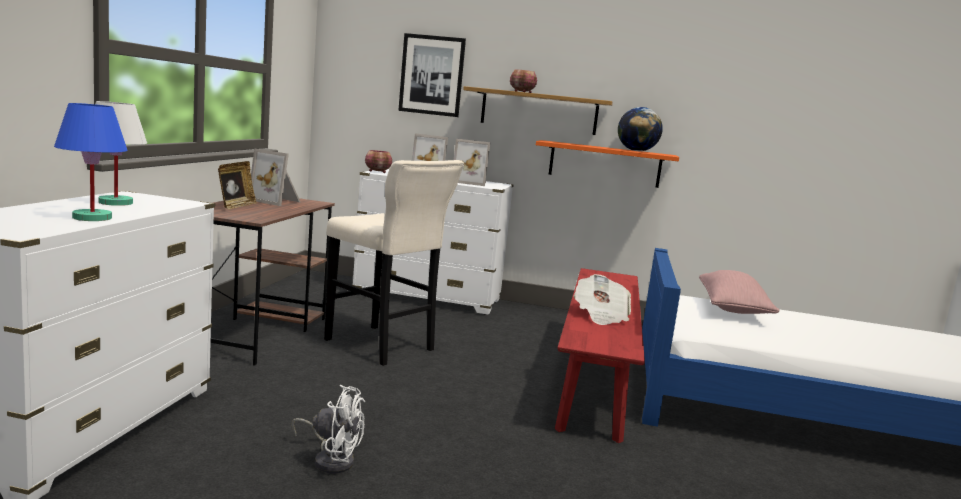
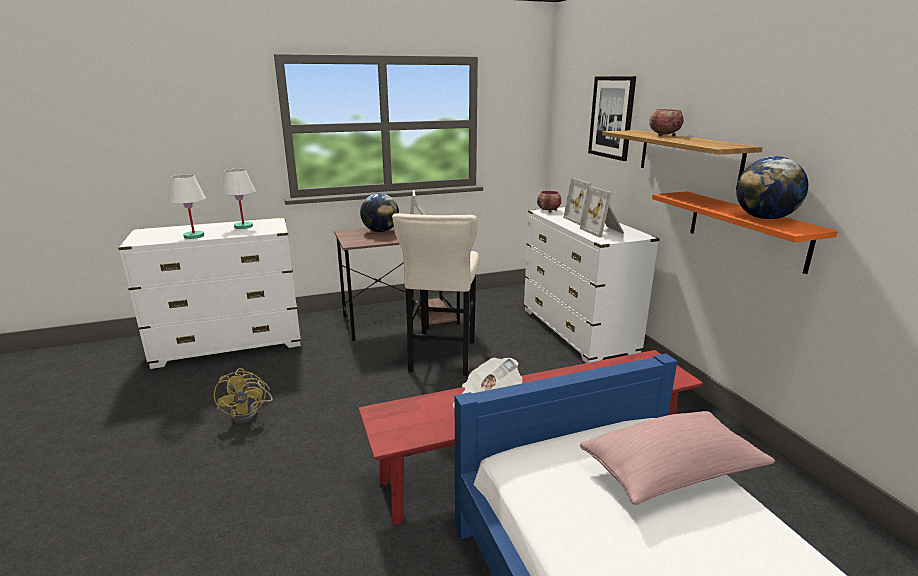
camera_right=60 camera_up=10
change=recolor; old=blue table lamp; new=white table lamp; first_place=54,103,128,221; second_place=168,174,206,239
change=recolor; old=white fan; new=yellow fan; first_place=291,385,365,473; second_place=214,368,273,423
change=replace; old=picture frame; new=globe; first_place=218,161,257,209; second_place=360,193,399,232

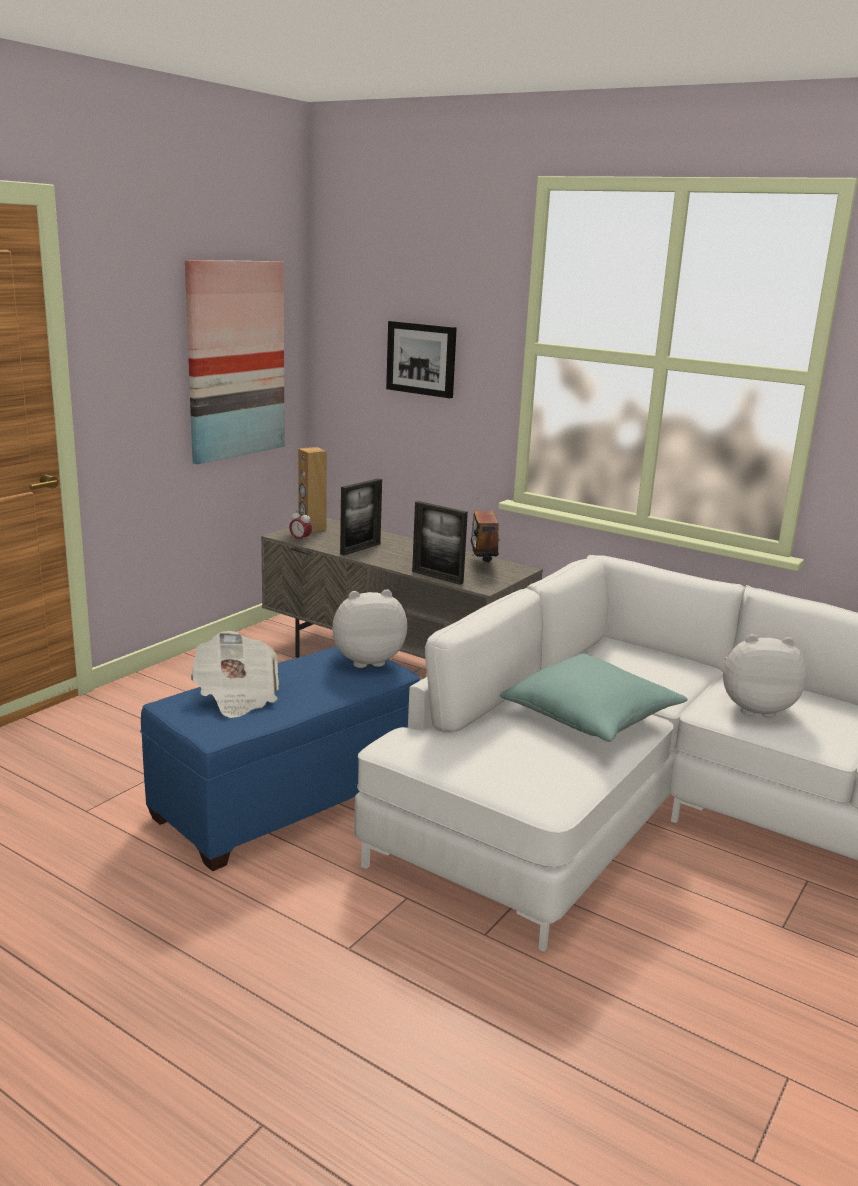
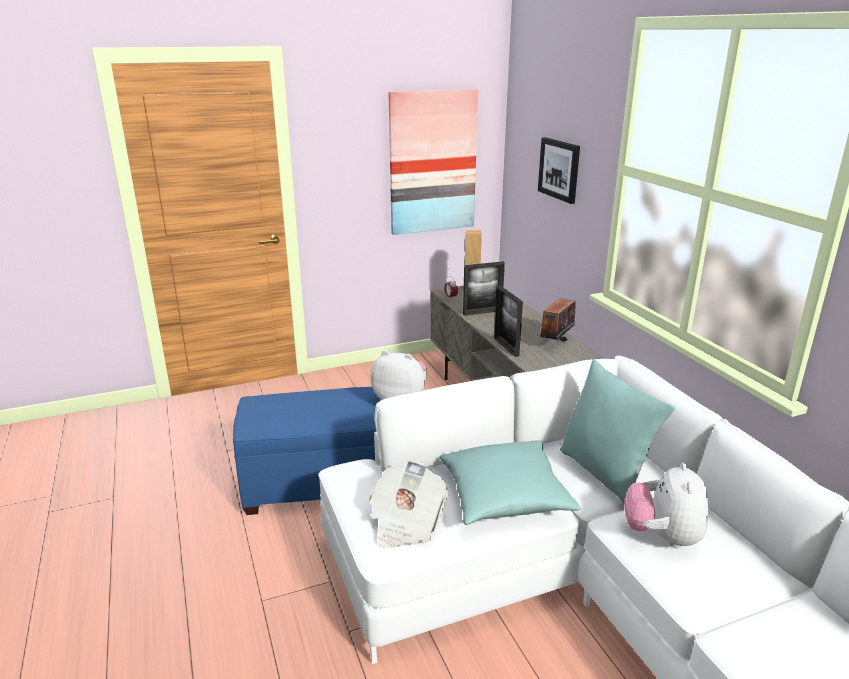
camera_right=35 camera_up=5
change=move; old=newspaper; first_place=190,631,279,718; second_place=369,460,448,548
change=insert; new=turquoise pillow; second_place=560,359,675,505
change=rotate; old=plush toy; first_place=723,634,807,718; second_place=625,463,708,548; degrees=-120

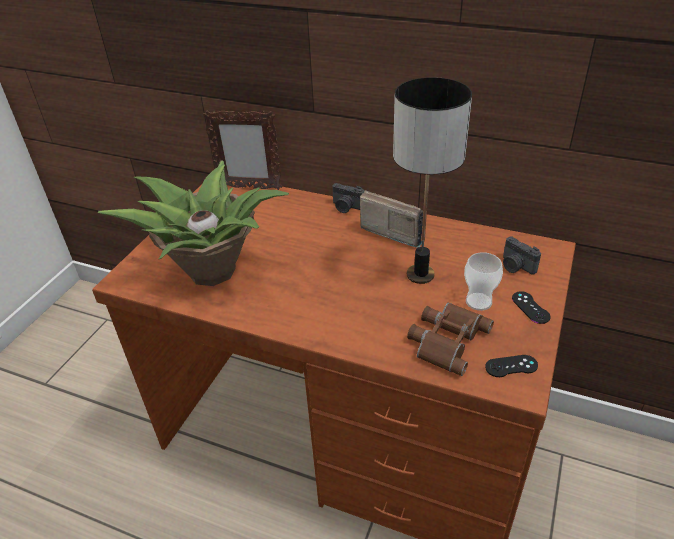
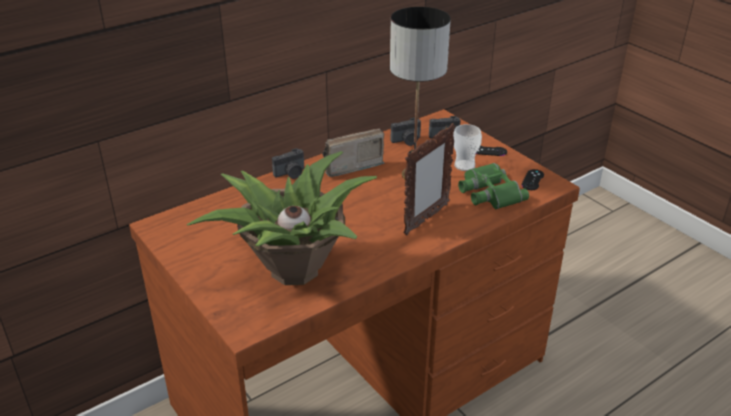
camera_right=-60 camera_up=-5
change=insert; new=photo camera; second_place=391,118,421,146
change=move; old=picture frame; first_place=203,111,282,190; second_place=404,123,455,235
change=recolor; old=brown binoculars; new=green binoculars; first_place=407,303,494,376; second_place=458,163,529,209

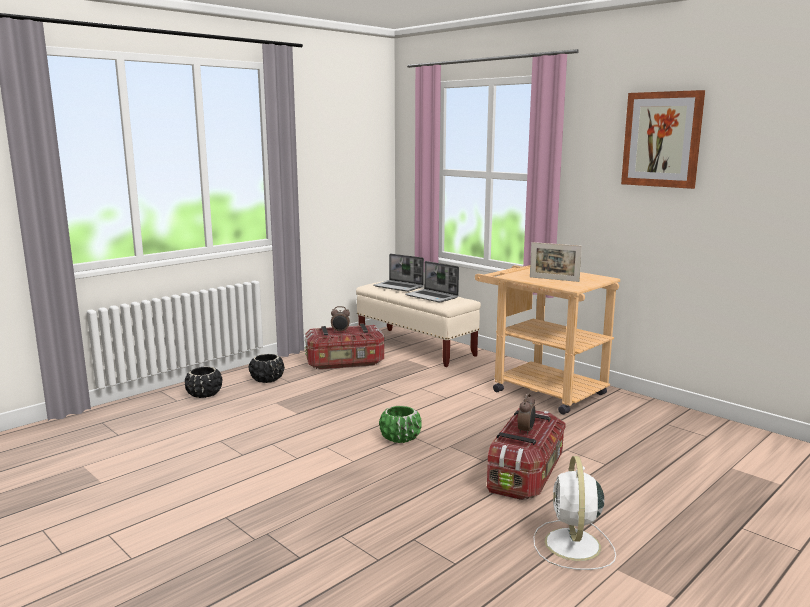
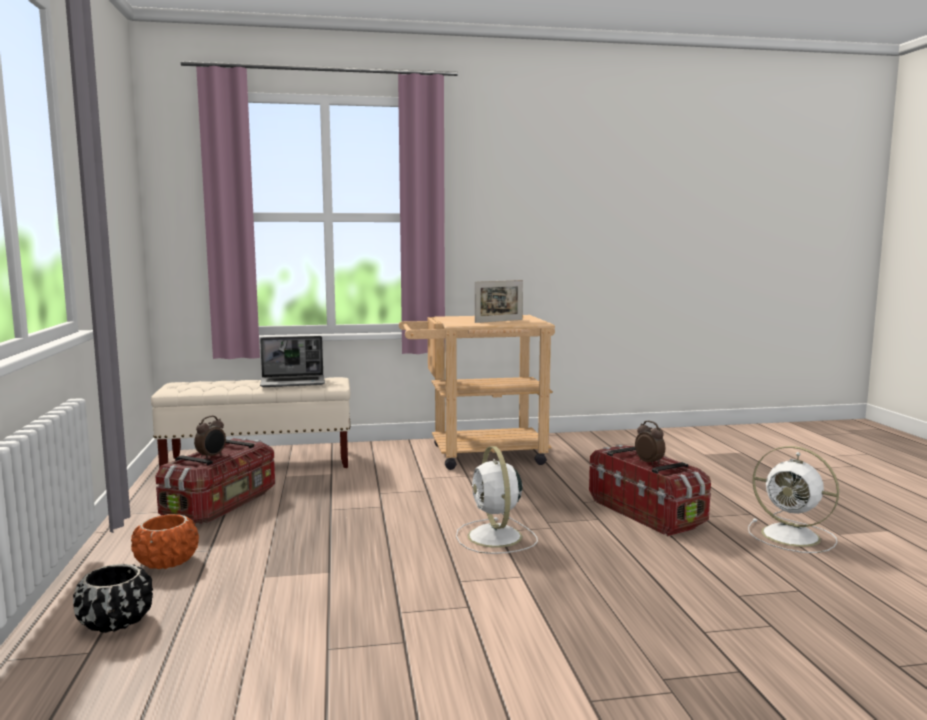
camera_right=-55 camera_up=-5
change=recolor; old=black planter; new=orange planter; first_place=249,354,285,383; second_place=131,514,199,569
change=replace; old=green planter; new=white fan; first_place=379,406,422,443; second_place=456,446,538,554
change=delete; old=laptop; first_place=373,254,424,292
change=delete; old=picture; first_place=621,90,705,189

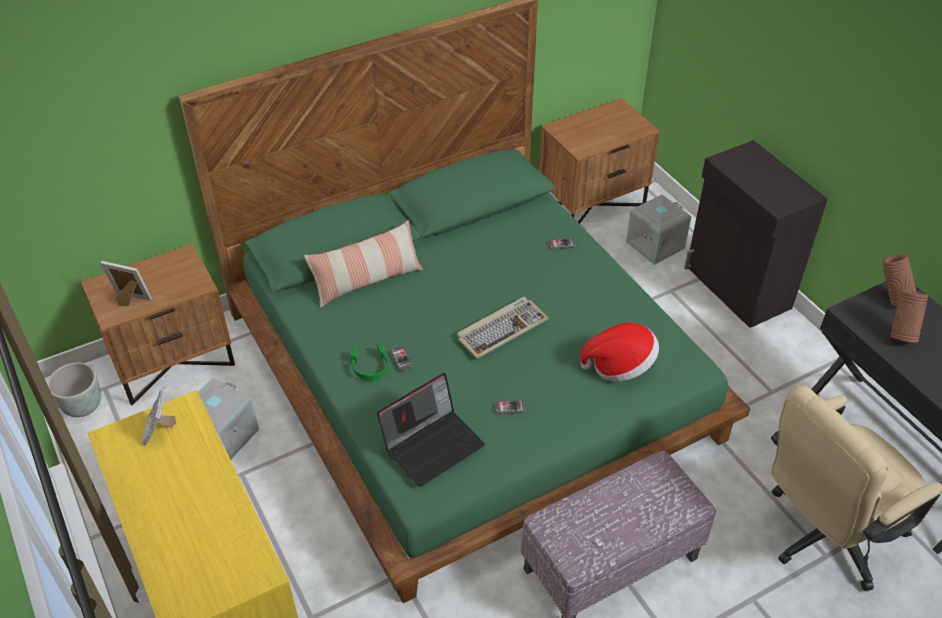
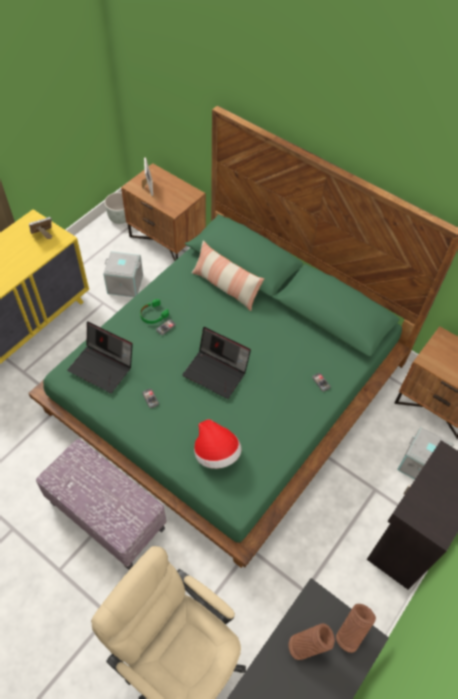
camera_right=65 camera_up=10
change=replace; old=keyboard; new=laptop; first_place=457,297,549,359; second_place=182,327,251,399

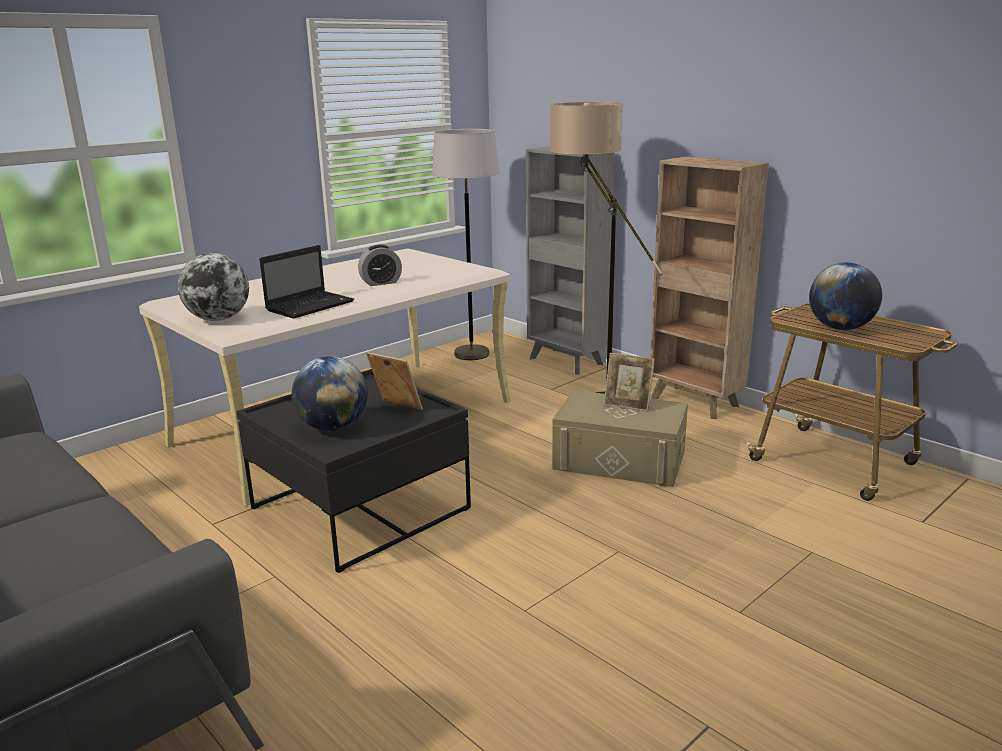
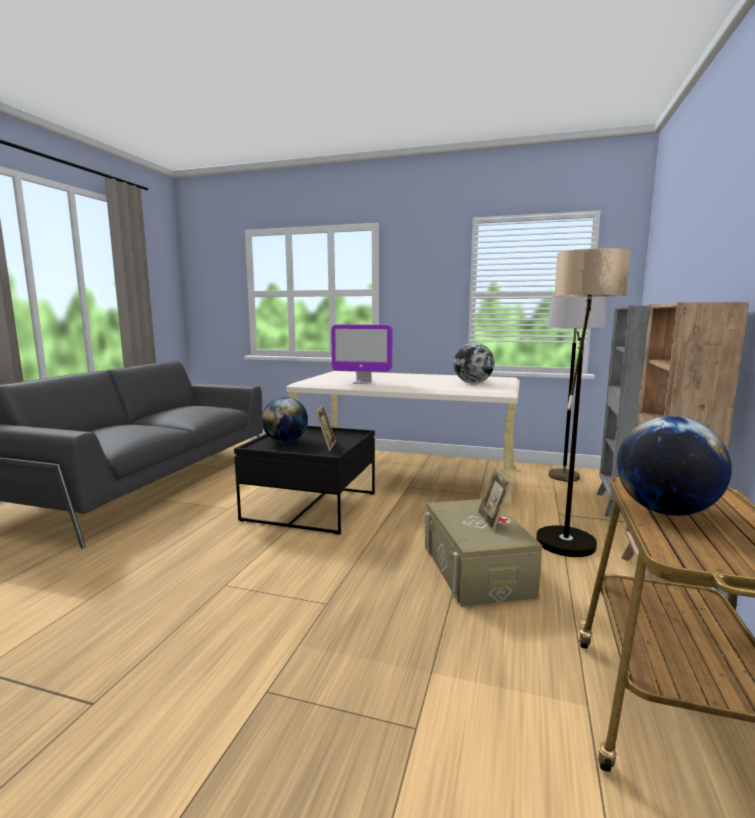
camera_right=60 camera_up=-10
change=replace; old=laptop; new=monitor; first_place=259,245,354,318; second_place=331,325,392,384
change=move; old=globe; first_place=178,253,249,321; second_place=453,343,494,383
change=delete; old=alarm clock; first_place=358,245,402,286

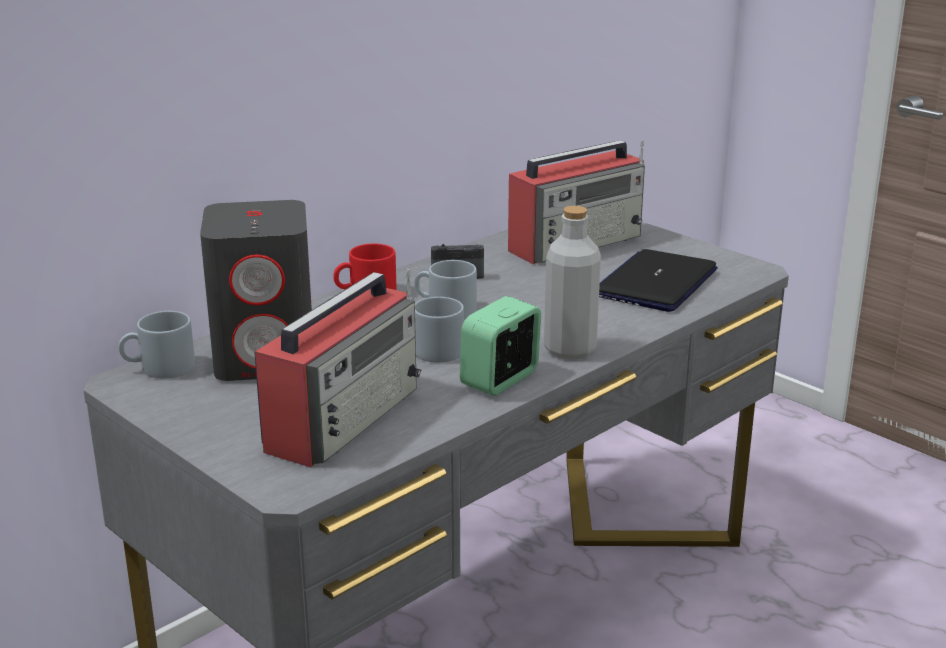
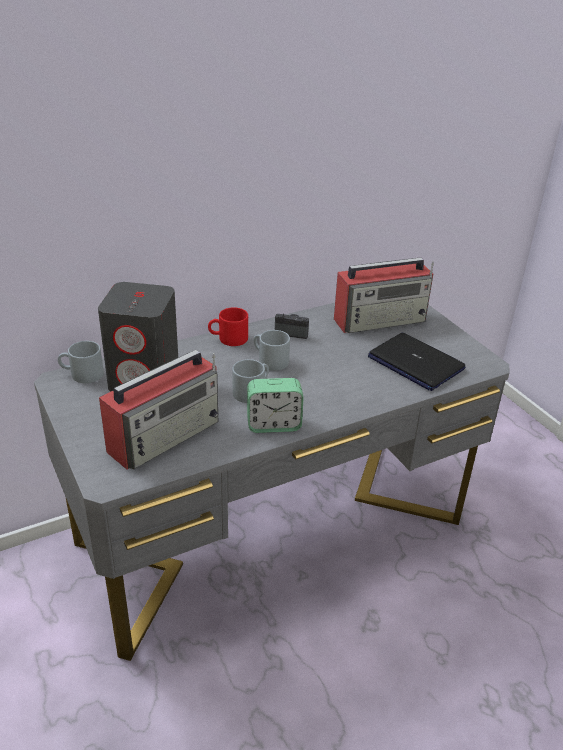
camera_right=15 camera_up=10
change=rotate; old=alarm clock; first_place=460,296,541,396; second_place=247,378,303,433; degrees=-150
change=rotate; old=laptop; first_place=599,249,717,312; second_place=368,333,465,391; degrees=-90
change=delete; old=grey bottle; first_place=544,206,601,359

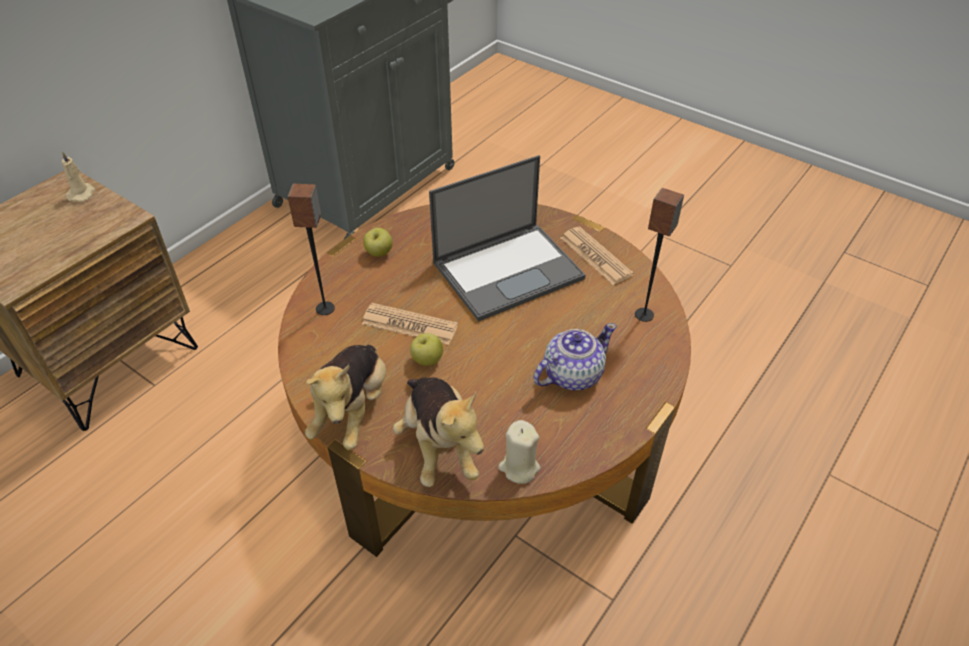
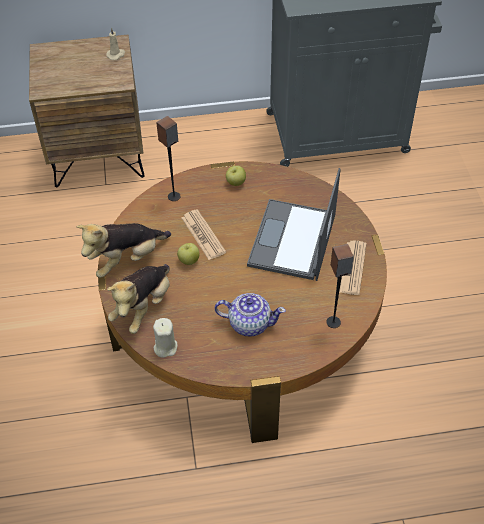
camera_right=45 camera_up=5
change=rotate; old=laptop; first_place=429,155,586,322; second_place=247,168,341,281; degrees=90

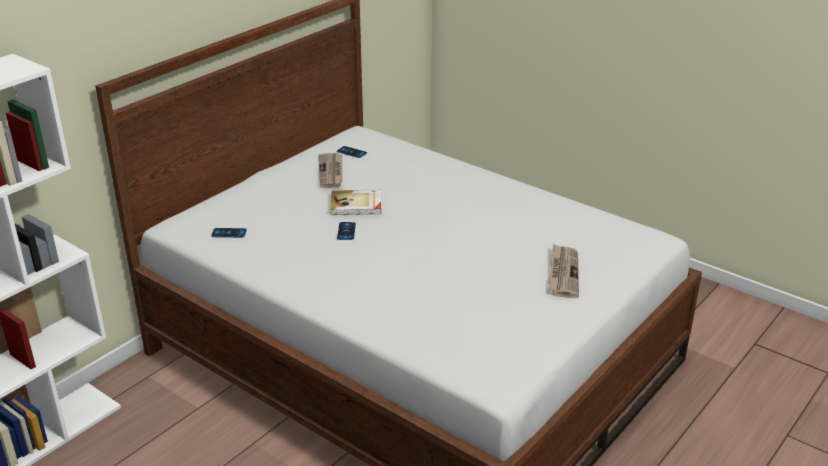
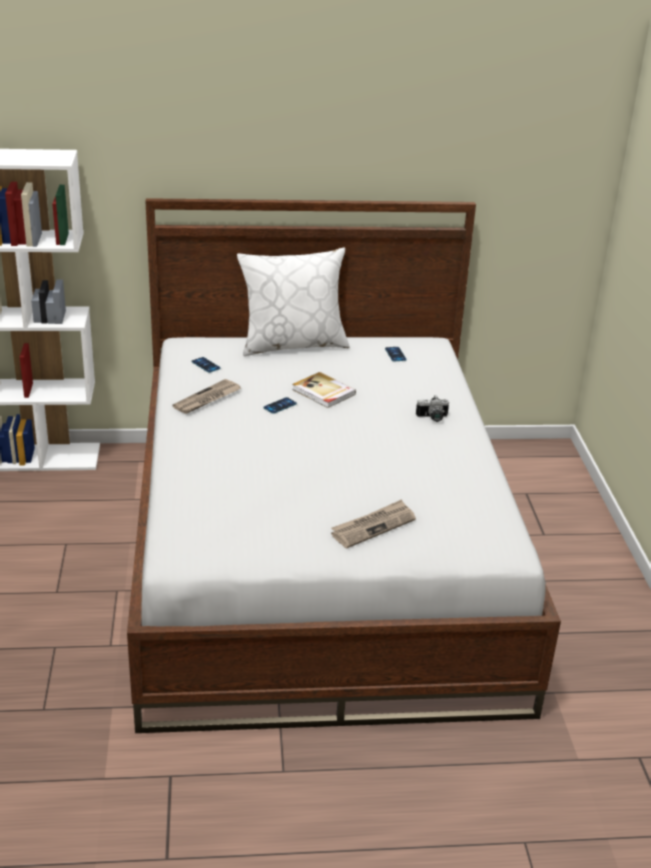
camera_right=45 camera_up=0
change=move; old=newspaper; first_place=318,153,342,188; second_place=172,379,241,414
change=insert; new=white pillow; second_place=237,248,349,356
change=insert; new=photo camera; second_place=416,395,449,422

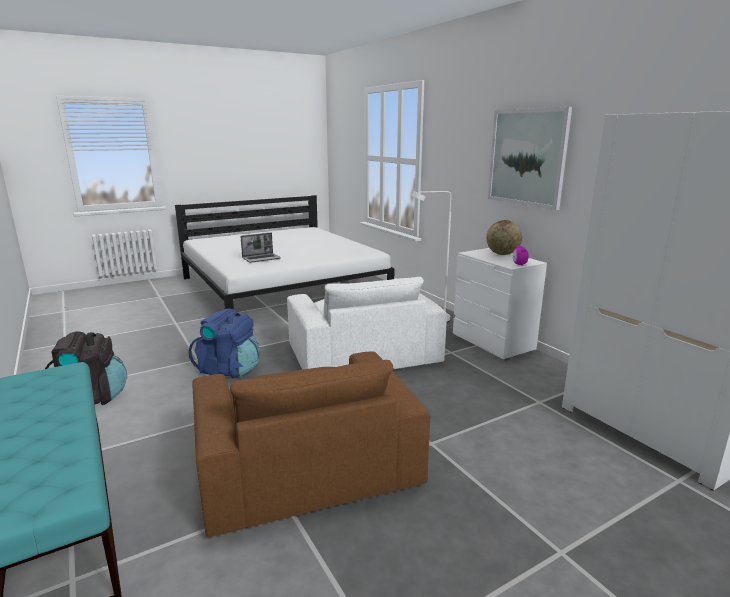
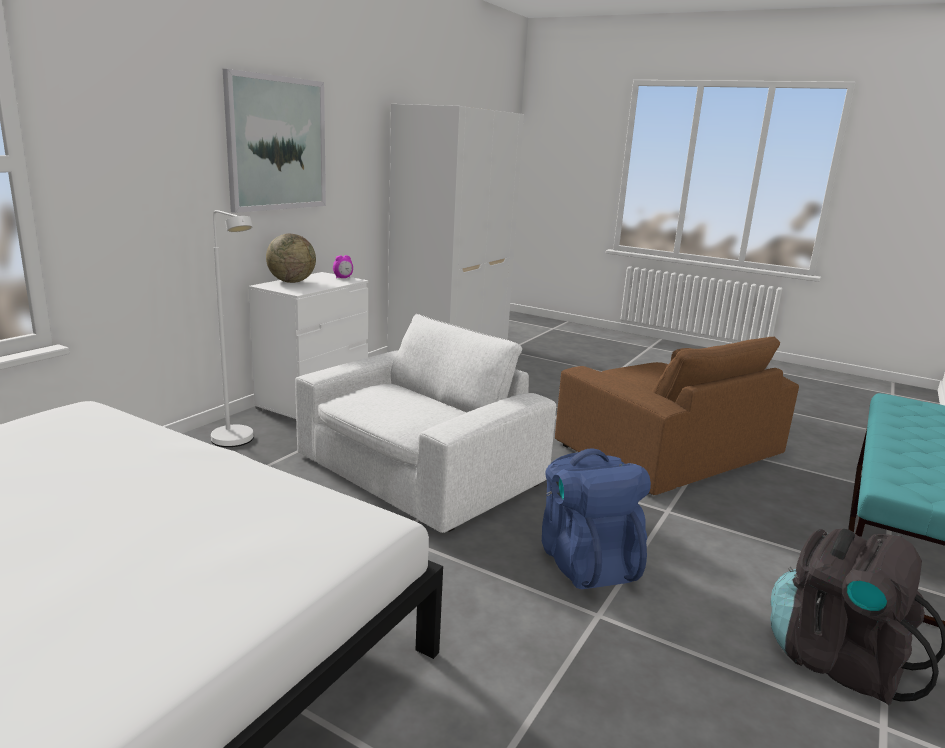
camera_right=-120 camera_up=0
change=rotate; old=brown armchair; first_place=192,351,430,537; second_place=555,337,799,495; degrees=105
change=delete; old=laptop; first_place=241,233,281,263

